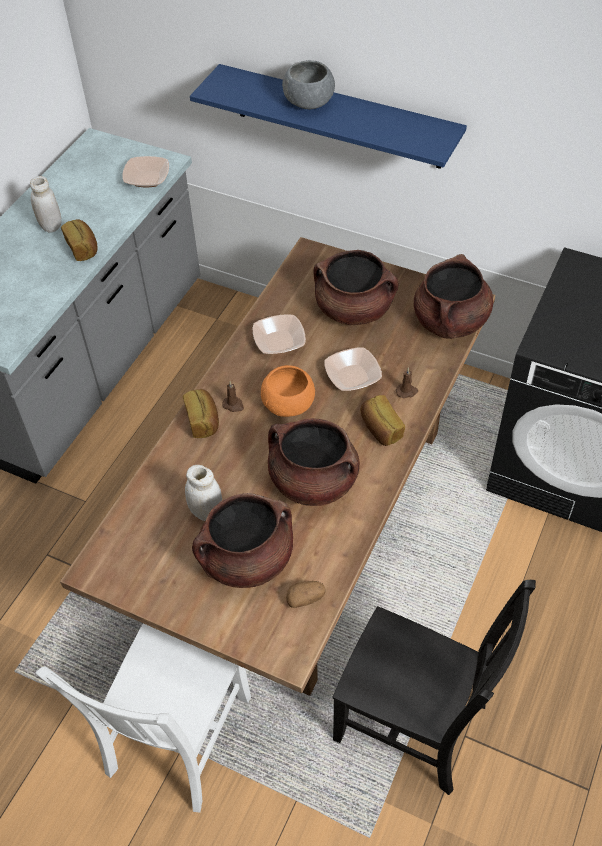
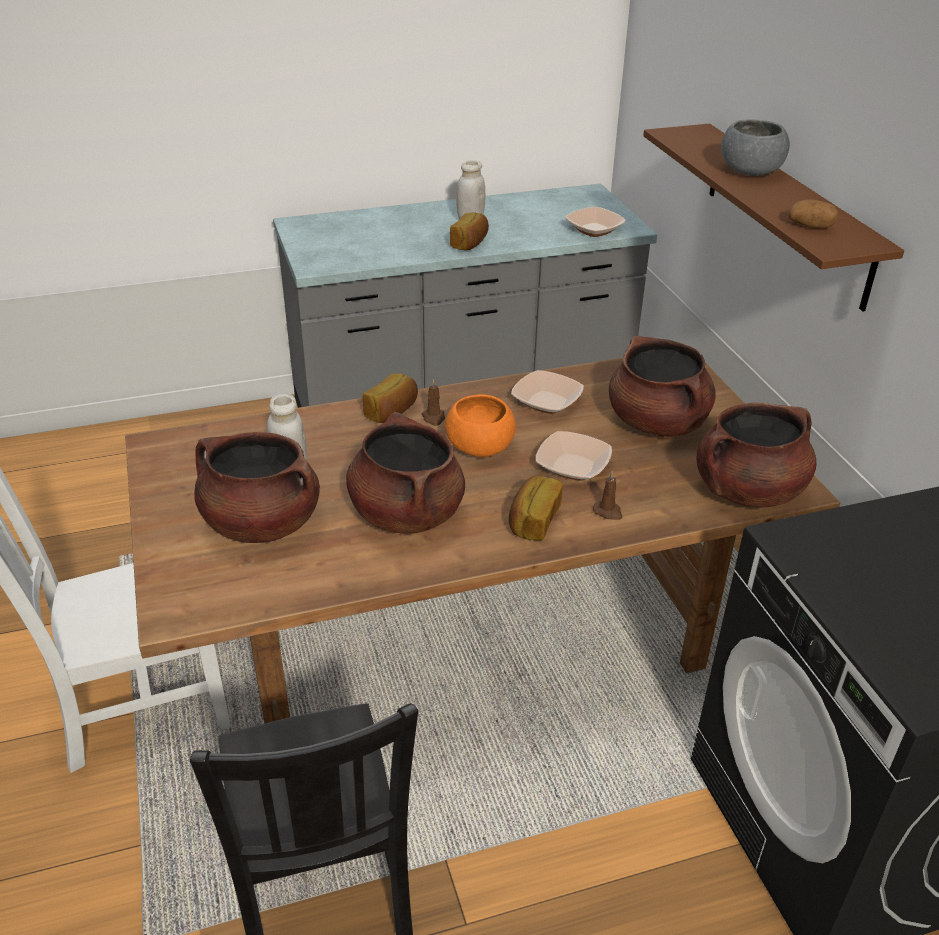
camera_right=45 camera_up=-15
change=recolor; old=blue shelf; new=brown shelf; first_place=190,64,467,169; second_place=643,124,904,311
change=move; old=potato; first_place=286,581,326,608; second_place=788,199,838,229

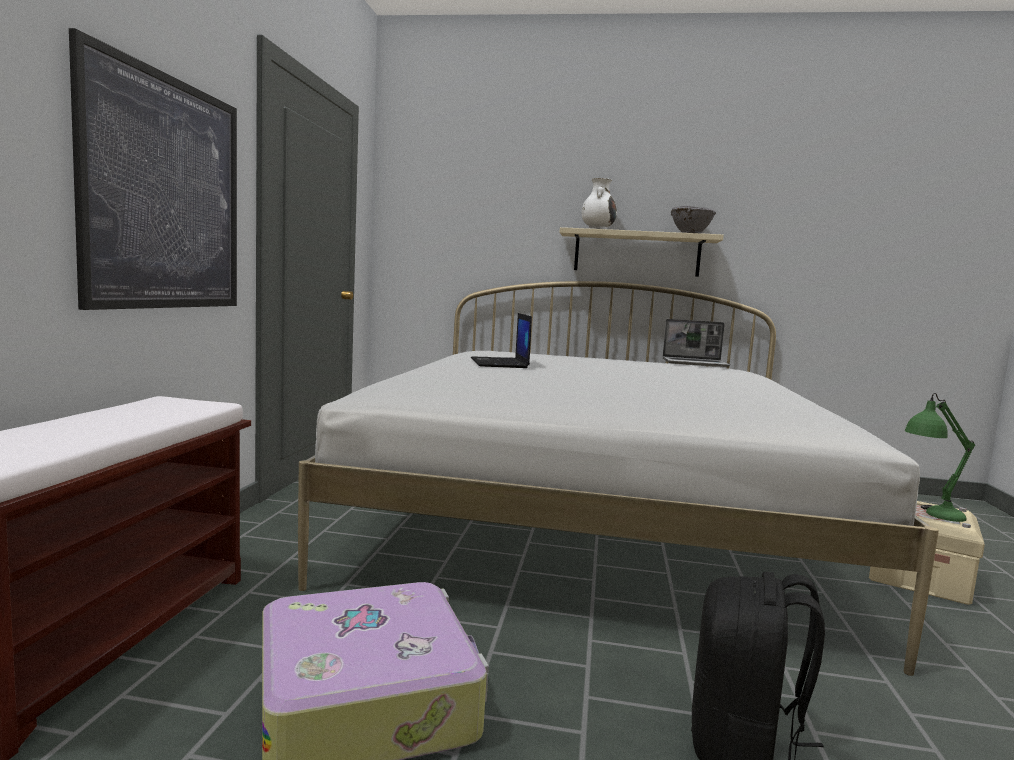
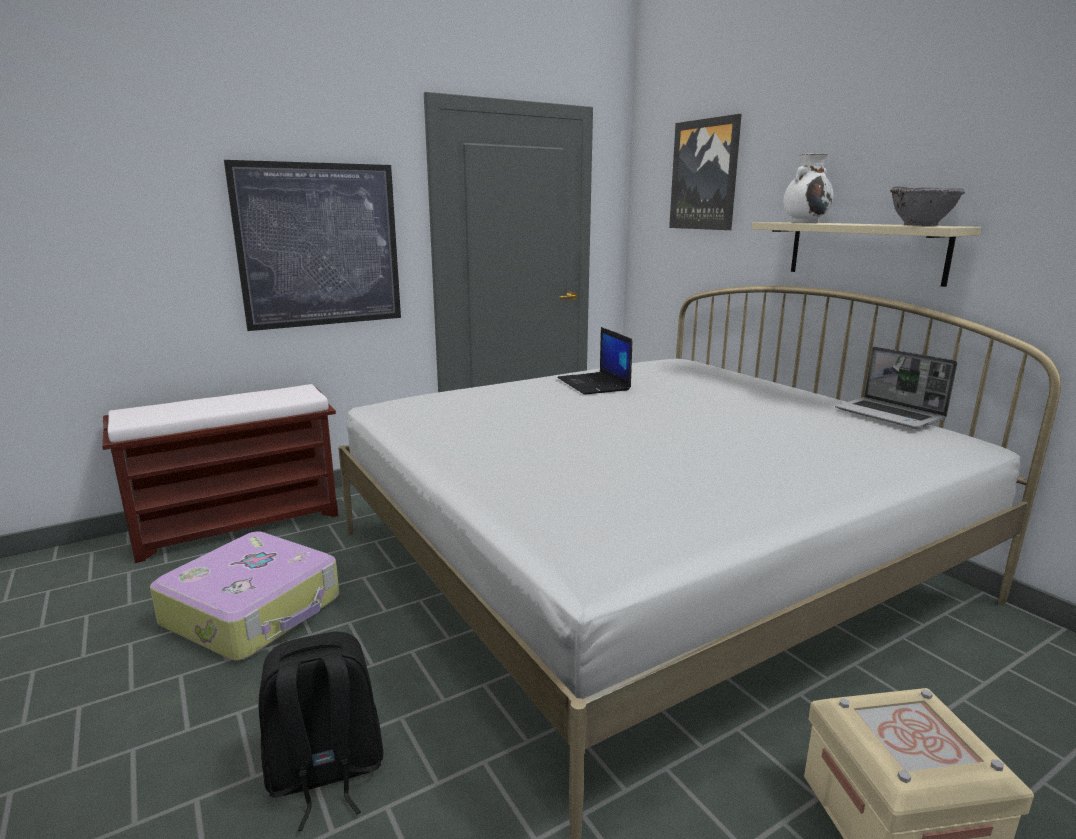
camera_right=50 camera_up=10
change=rotate; old=laptop; first_place=471,313,532,368; second_place=557,327,632,395; degrees=-60
change=insert; new=picture; second_place=669,114,742,230
change=delete; old=green table lamp; first_place=905,393,975,522

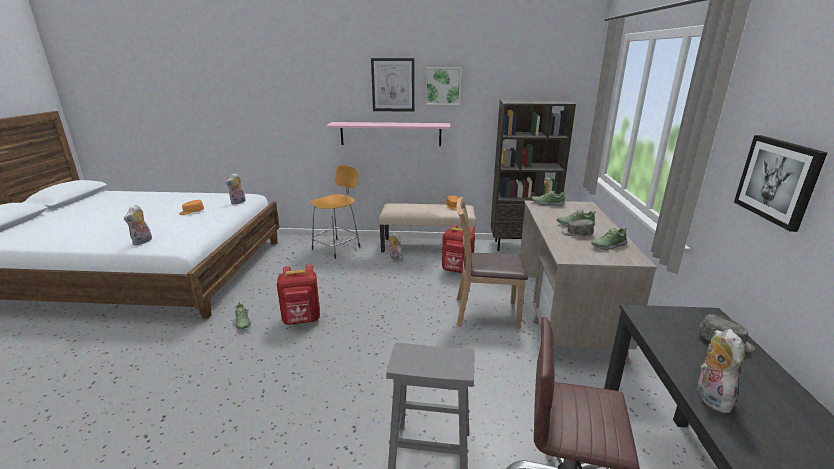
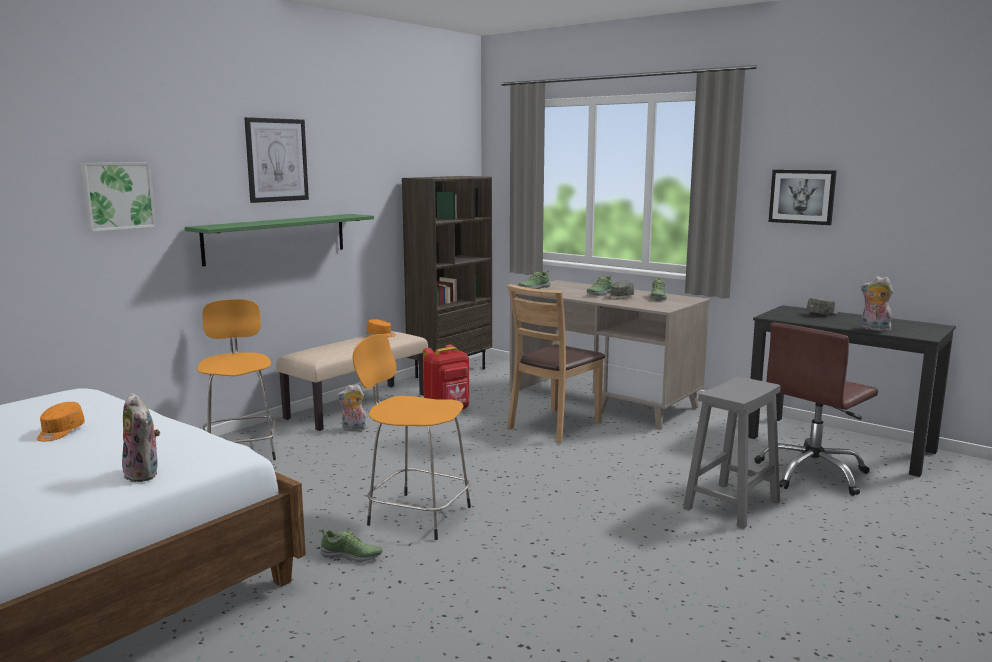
camera_right=-55 camera_up=-10
change=move; old=picture; first_place=425,68,461,105; second_place=80,162,156,232
change=recolor; old=pink shelf; new=green shelf; first_place=326,122,450,146; second_place=185,214,374,266
change=replace; old=red backpack; new=orange stool; first_place=277,264,320,325; second_place=353,334,471,540
change=delete; old=plush toy; first_place=226,173,246,205

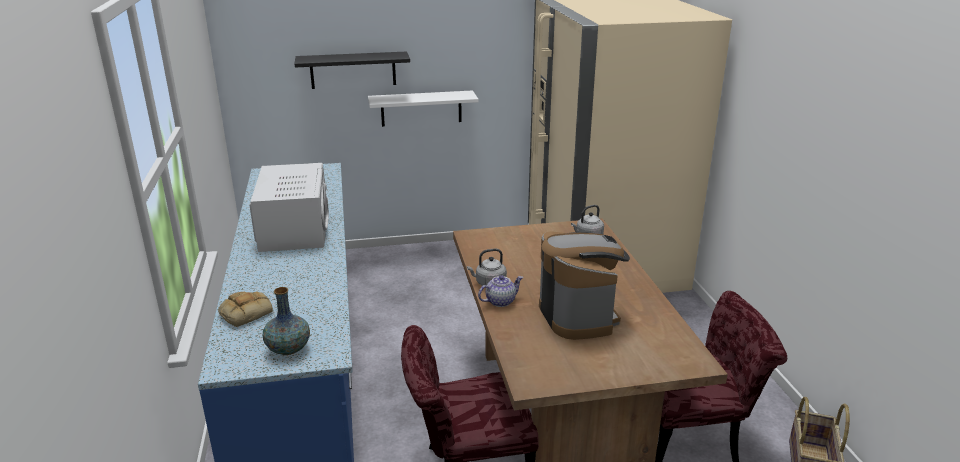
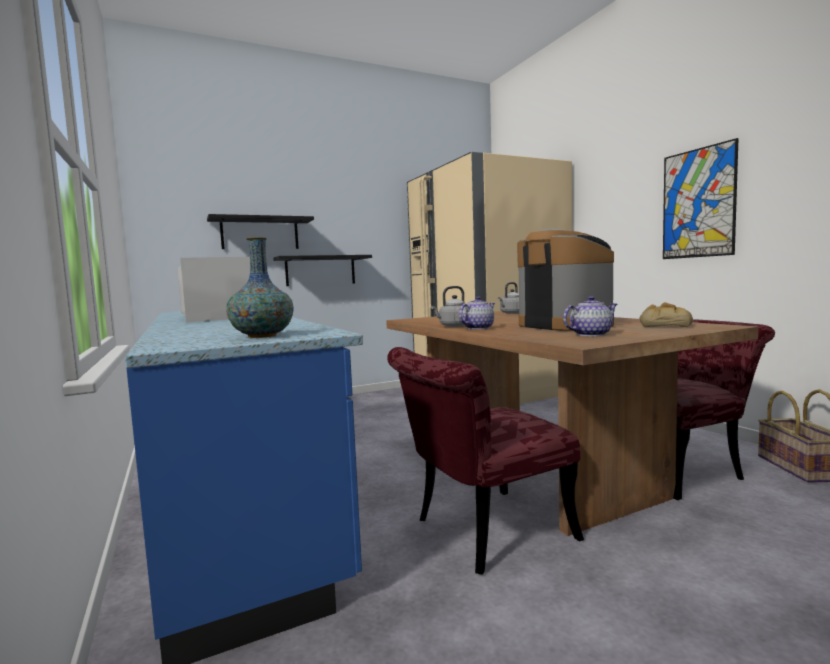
camera_right=-15 camera_up=-20
change=recolor; old=white shelf; new=black shelf; first_place=368,90,479,127; second_place=274,255,372,286
change=insert; new=teapot; second_place=563,296,618,336
change=move; old=bread; first_place=218,292,273,327; second_place=640,302,693,327
change=insert; new=picture; second_place=663,138,739,259

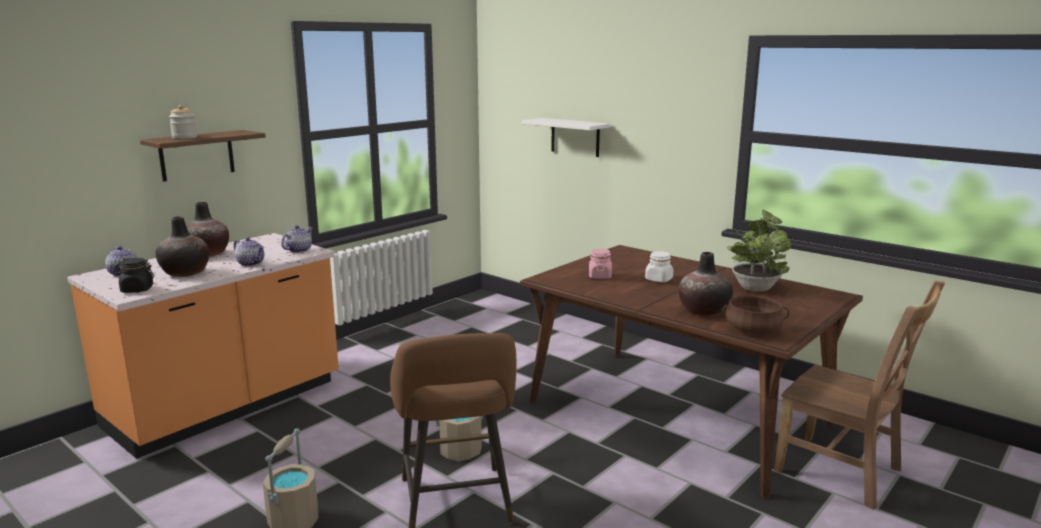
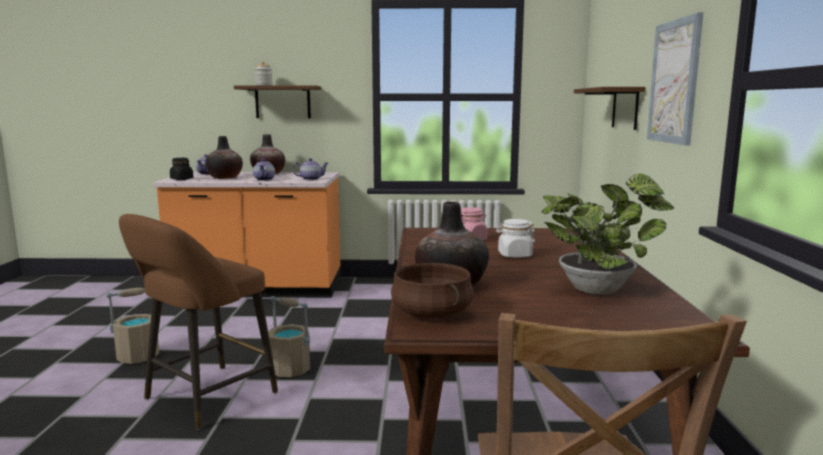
camera_right=50 camera_up=-5
change=recolor; old=white shelf; new=brown shelf; first_place=522,118,611,157; second_place=574,87,645,130
change=insert; new=picture; second_place=647,12,703,146

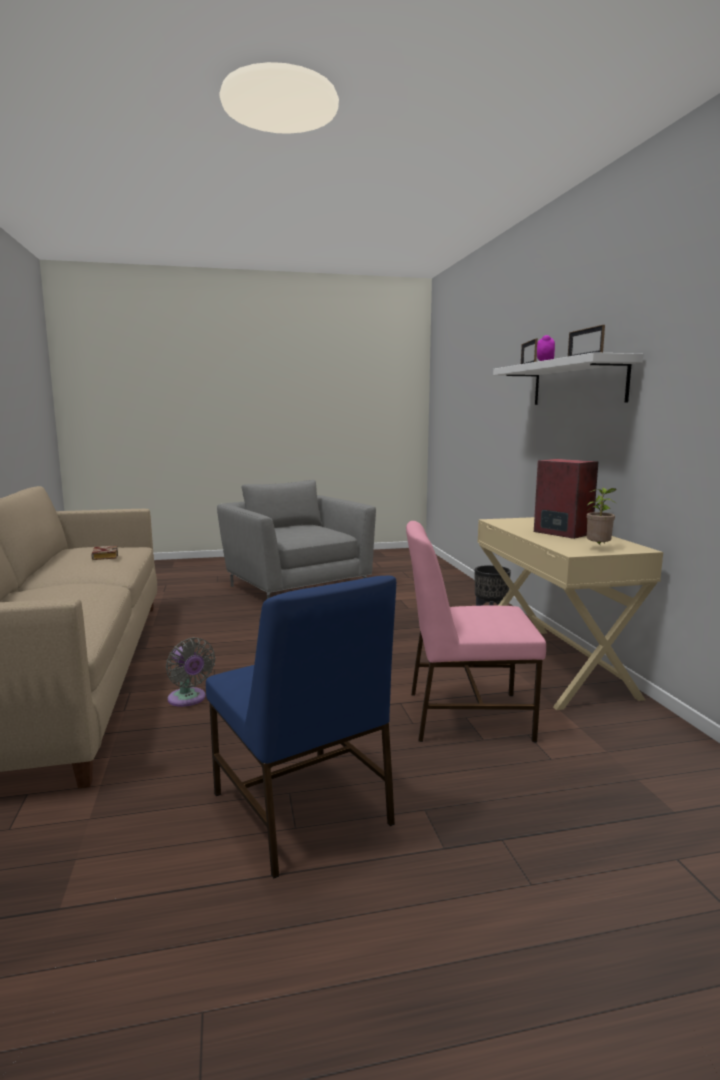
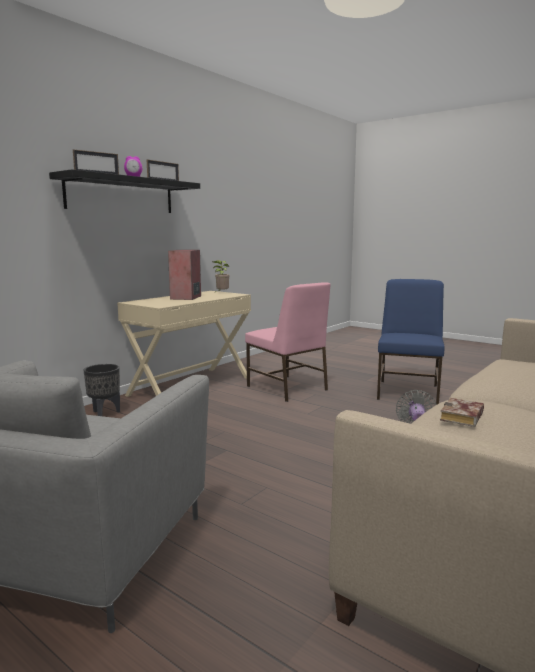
camera_right=-130 camera_up=0
change=recolor; old=white shelf; new=black shelf; first_place=493,352,643,405; second_place=49,169,200,213

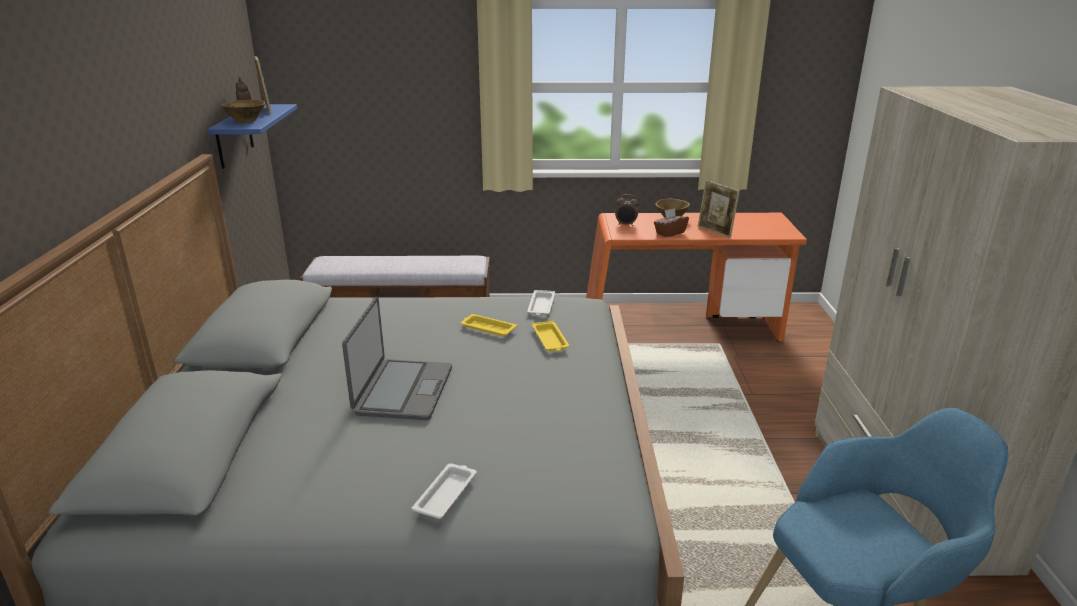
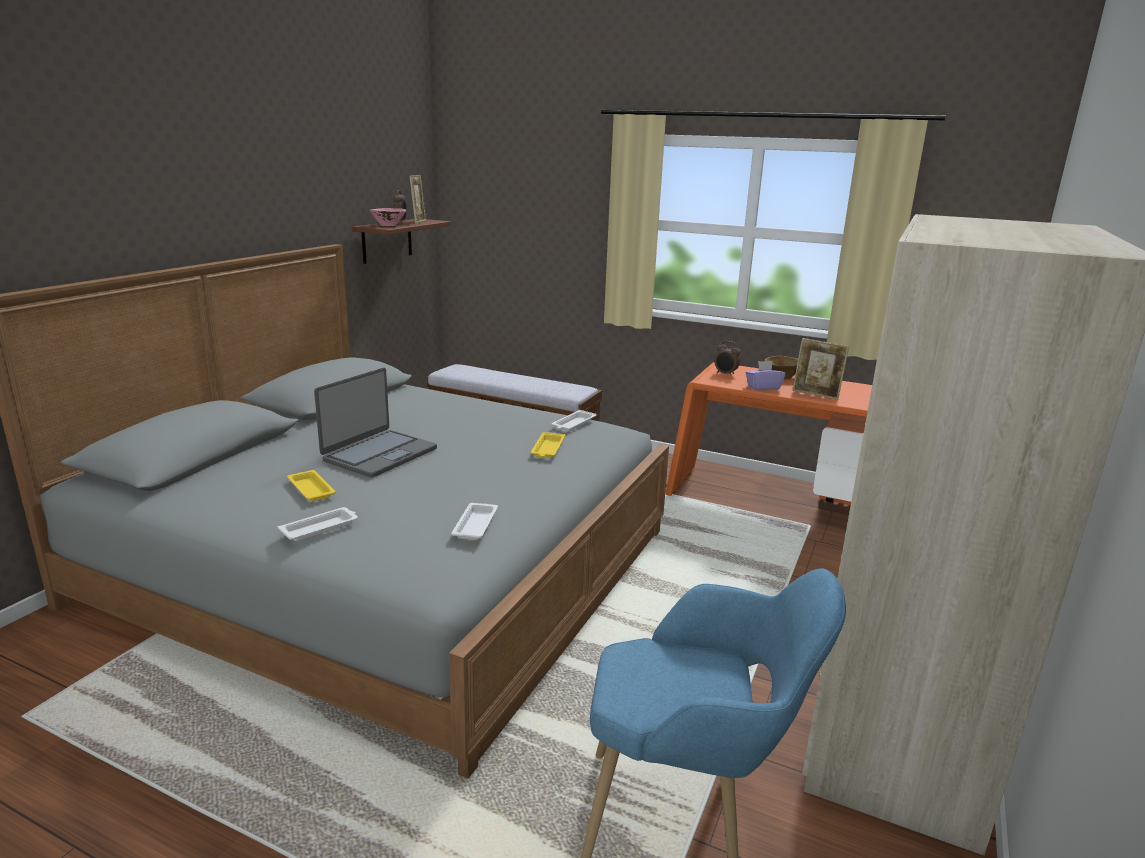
camera_right=25 camera_up=-5
change=move; old=yellow tray; first_place=461,314,517,336; second_place=287,470,336,501
change=recolor; old=blue shelf; new=brown shelf; first_place=208,104,297,169; second_place=352,219,451,264
change=recolor; old=brown bowl; new=pink bowl; first_place=221,100,265,123; second_place=370,208,406,226
change=insert; new=white tray; second_place=451,503,498,540
change=recolor; old=brown tissue box; new=purple tissue box; first_place=654,208,689,237; second_place=746,361,786,390
change=rotate; old=picture frame; first_place=698,180,740,238; second_place=792,338,849,400; degrees=-45

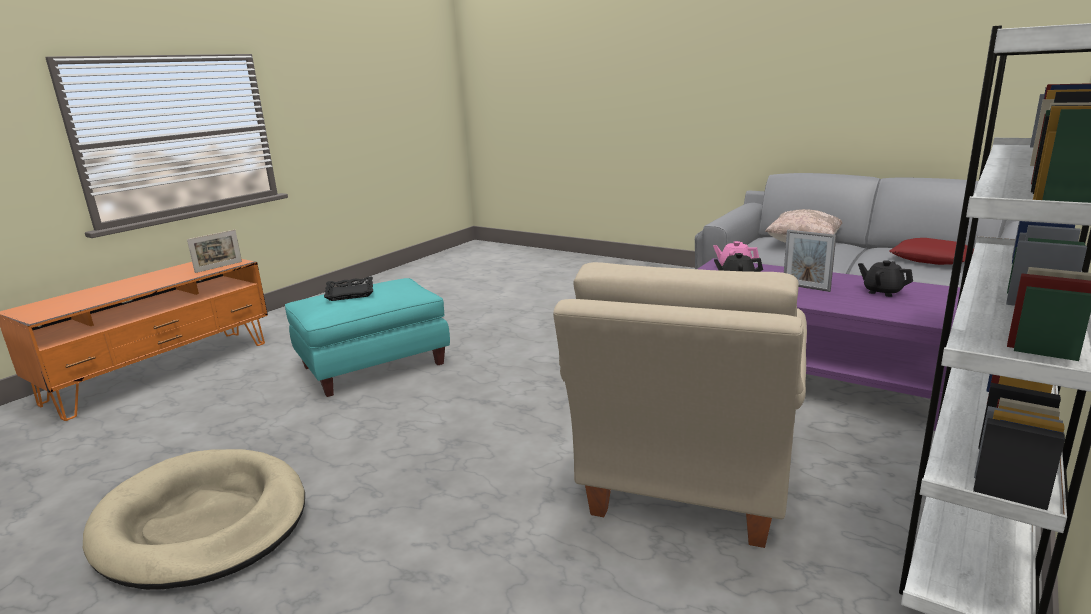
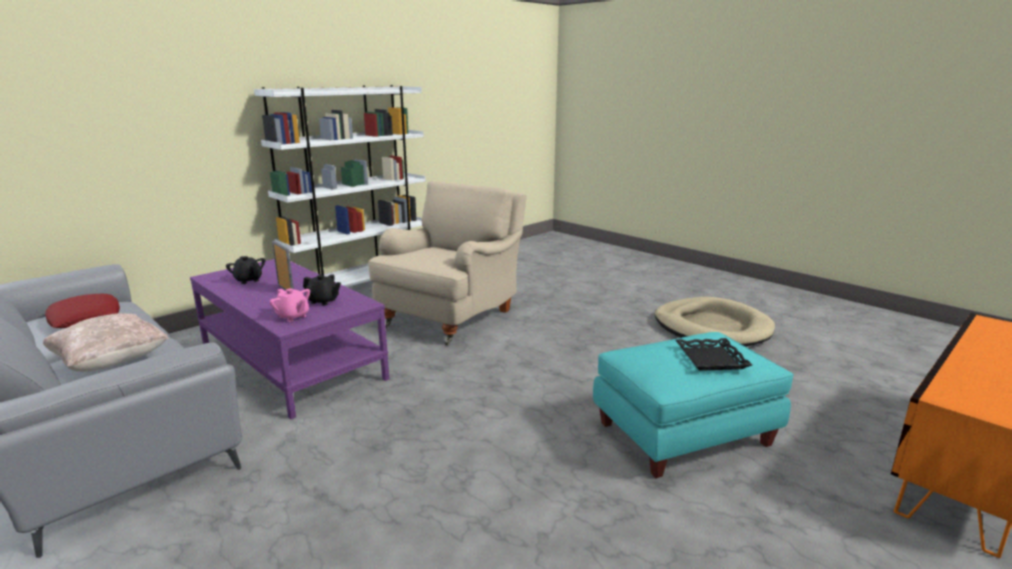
camera_right=-170 camera_up=0
change=delete; old=picture frame; first_place=187,229,242,273

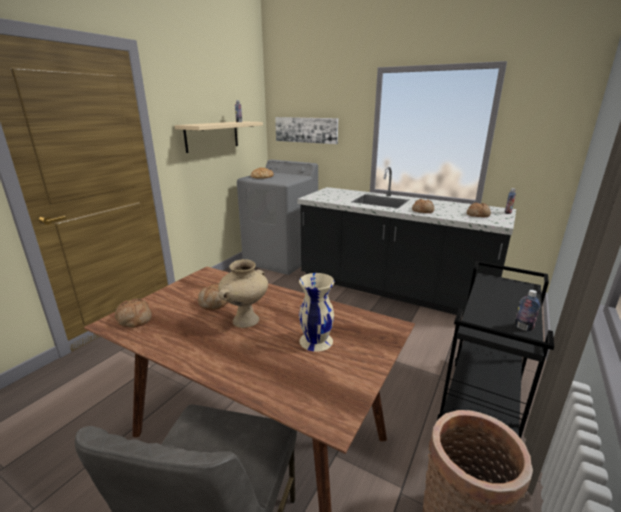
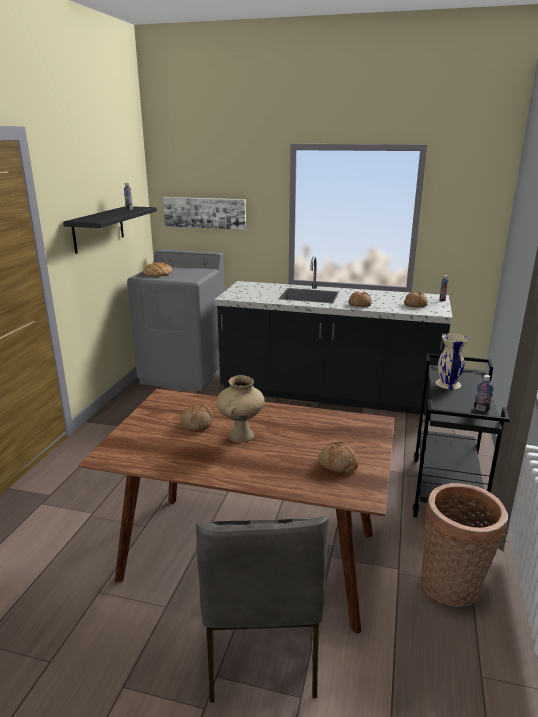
camera_right=-15 camera_up=0
change=recolor; old=beige shelf; new=black shelf; first_place=175,121,263,153; second_place=63,206,157,254
change=move; old=bread; first_place=115,299,152,328; second_place=318,441,359,473
change=move; old=beige vase; first_place=299,273,335,352; second_place=436,333,468,389

